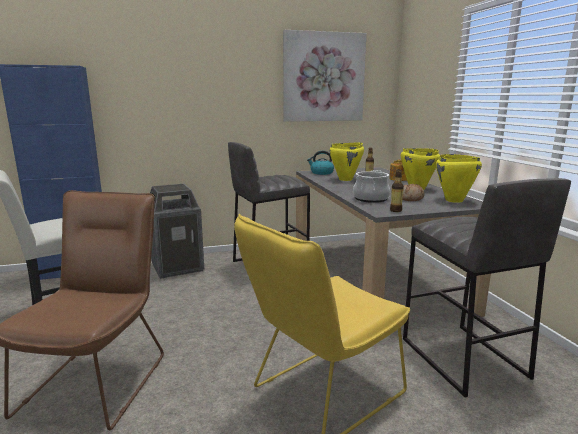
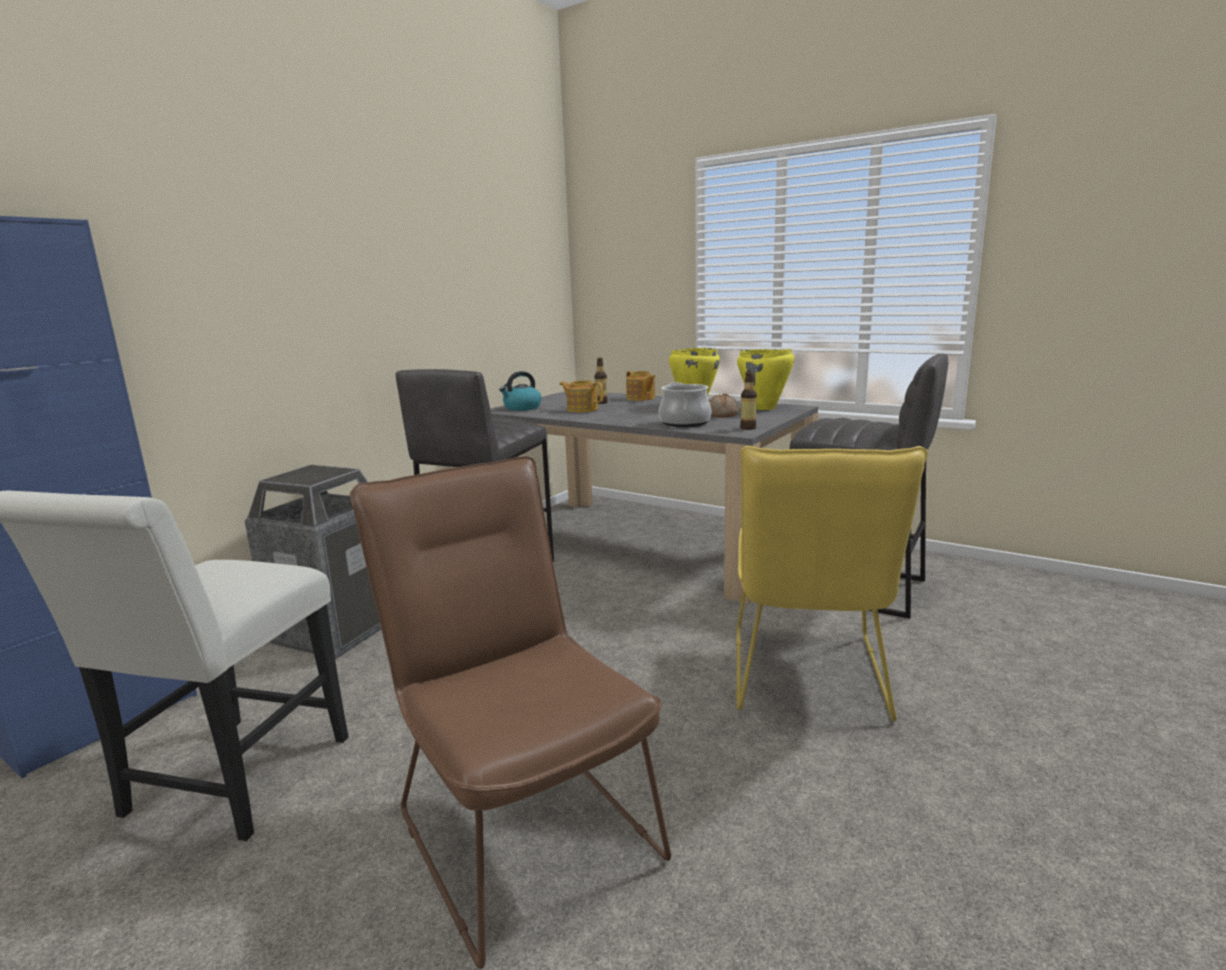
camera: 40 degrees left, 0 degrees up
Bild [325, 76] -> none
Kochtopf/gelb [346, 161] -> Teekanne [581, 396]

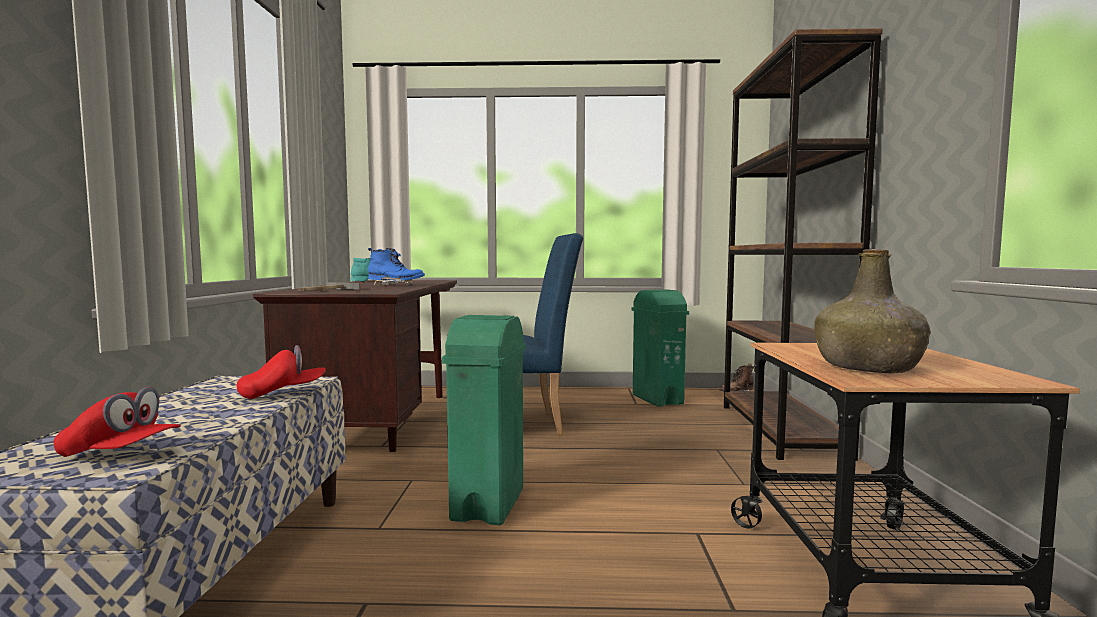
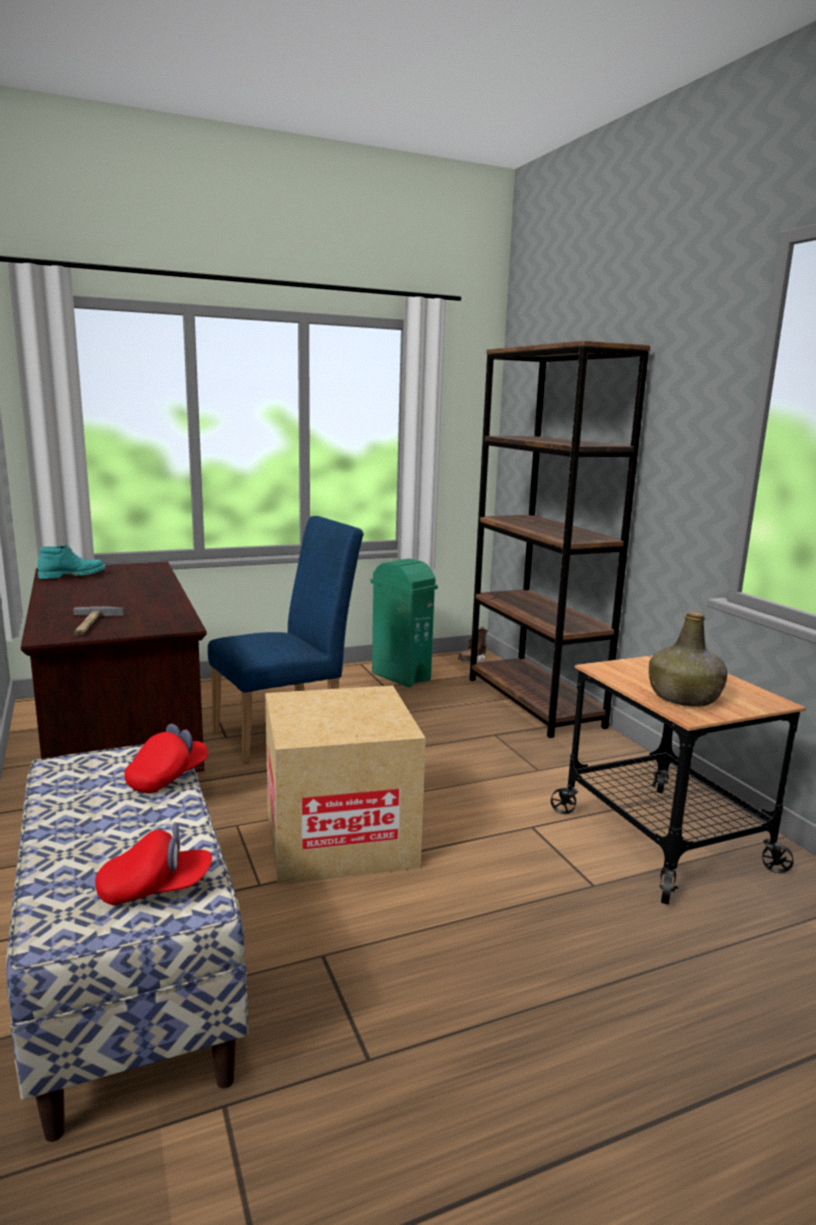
camera: 25 degrees left, 10 degrees up
Stiefel/blau [396, 267] -> none
Mülleimer/grün [484, 420] -> Karton [345, 785]

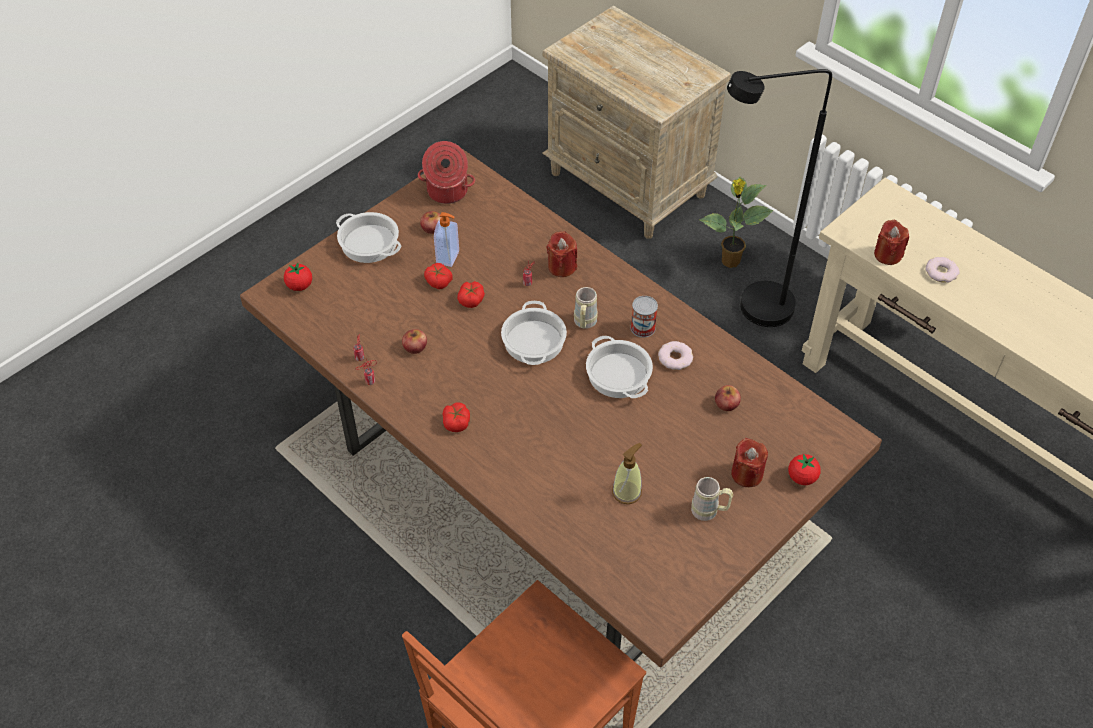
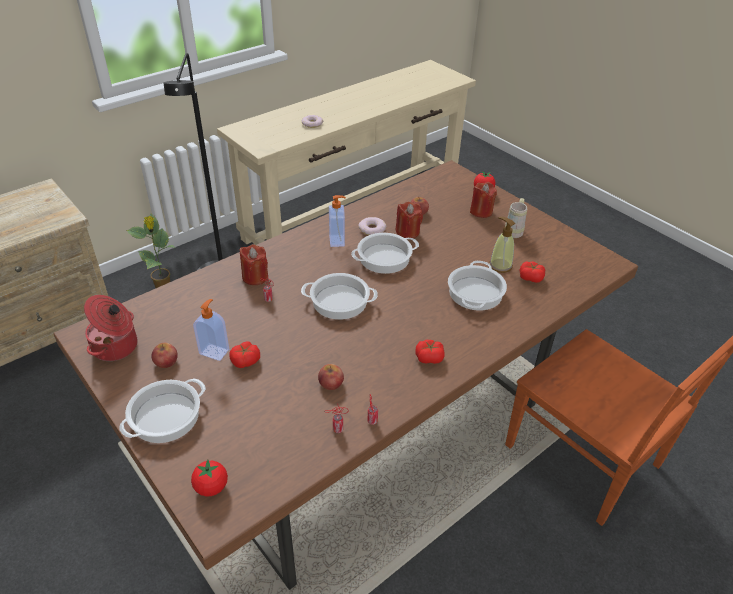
camera: 85 degrees left, 10 degrees down
Kerze/rot [891, 242] -> Kerze/rot [409, 220], move
Tomate [471, 294] -> Tomate [532, 272], move
Henkelbecher/beige [586, 308] -> none
Dose [644, 316] -> Seifenspender [337, 221]
none -> Kochtopf [477, 285]

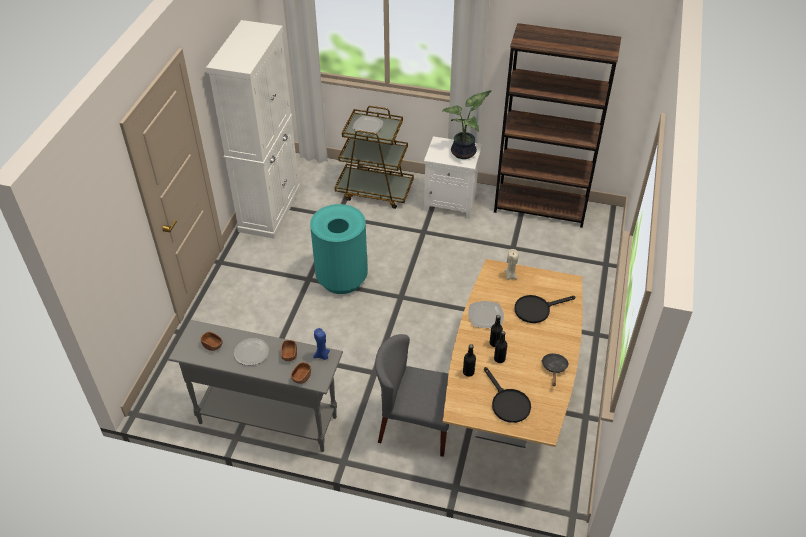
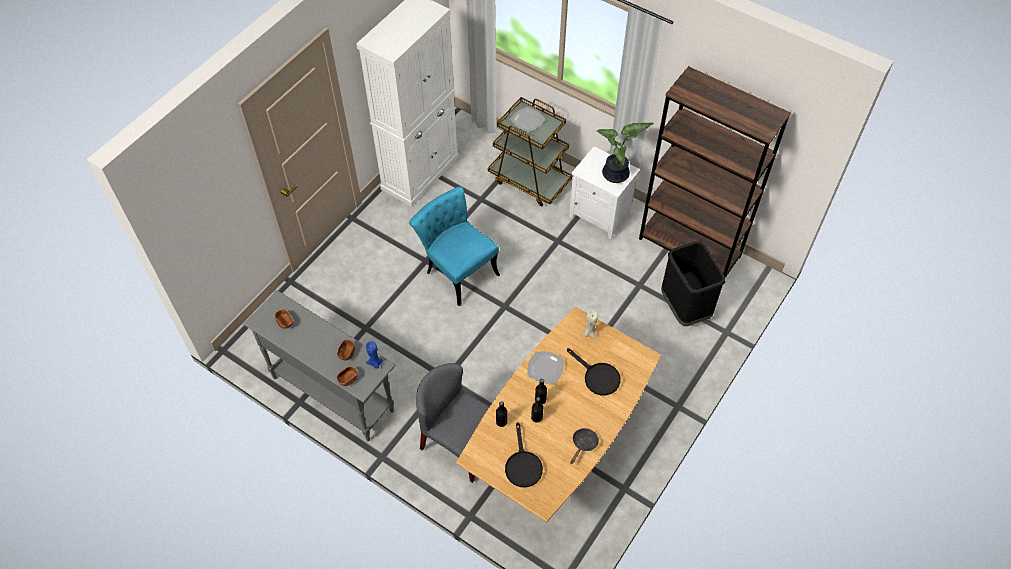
camera: 20 degrees right, 10 degrees up
Mülleimer/türkis [339, 249] -> Stuhl/türkis [454, 246]
Pfanne/schwarz [545, 309] -> Pfanne/schwarz [594, 371], 135 degrees counterclockwise
Teller [251, 351] -> none
none -> Mülleimer/schwarz [693, 283]

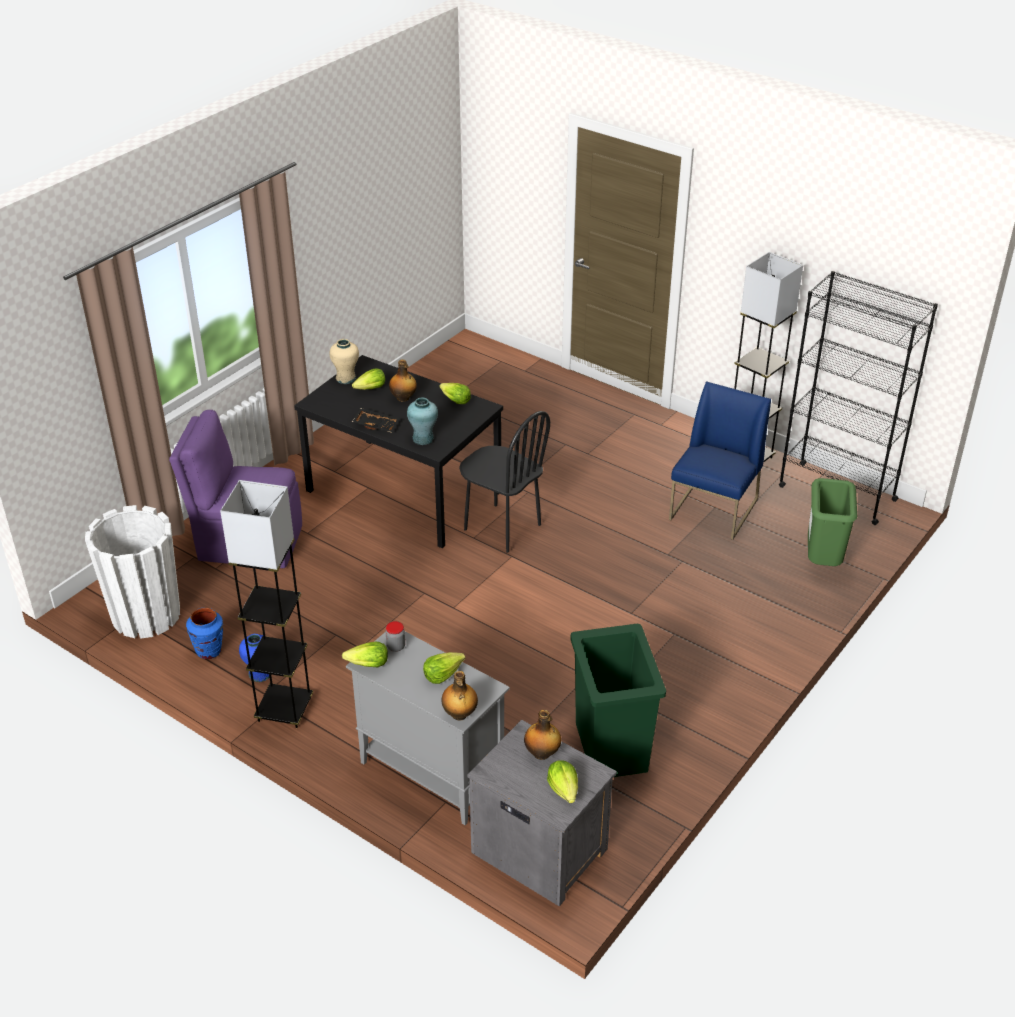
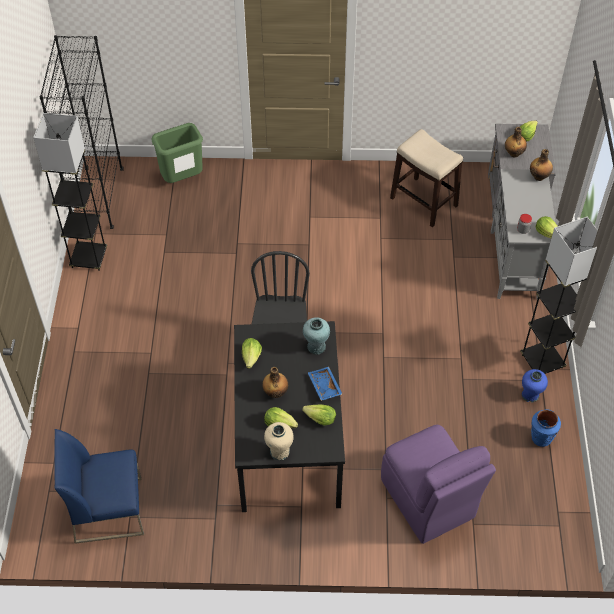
camera: 125 degrees left, 15 degrees up
Stuhl/blau [720, 460] -> Stuhl/blau [99, 486], move
Tablett/schwarz [376, 420] -> Tablett/blau [325, 384]
Pflanzkübel/weiß [132, 572] -> none
Mülleimer/grün [618, 700] -> Hocker [426, 178]
Salatkopf [444, 668] -> Salatkopf [319, 415], move

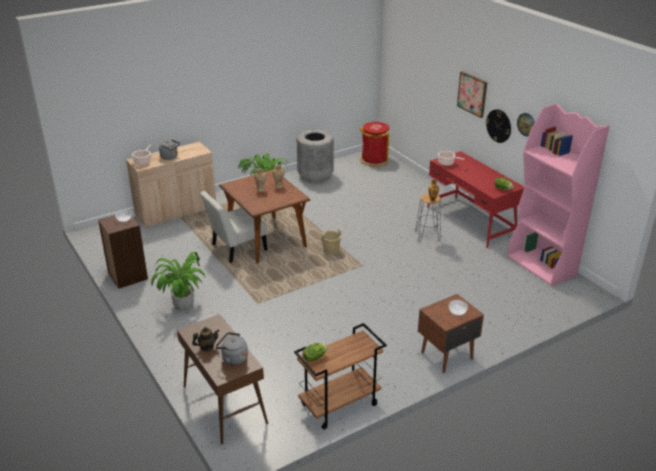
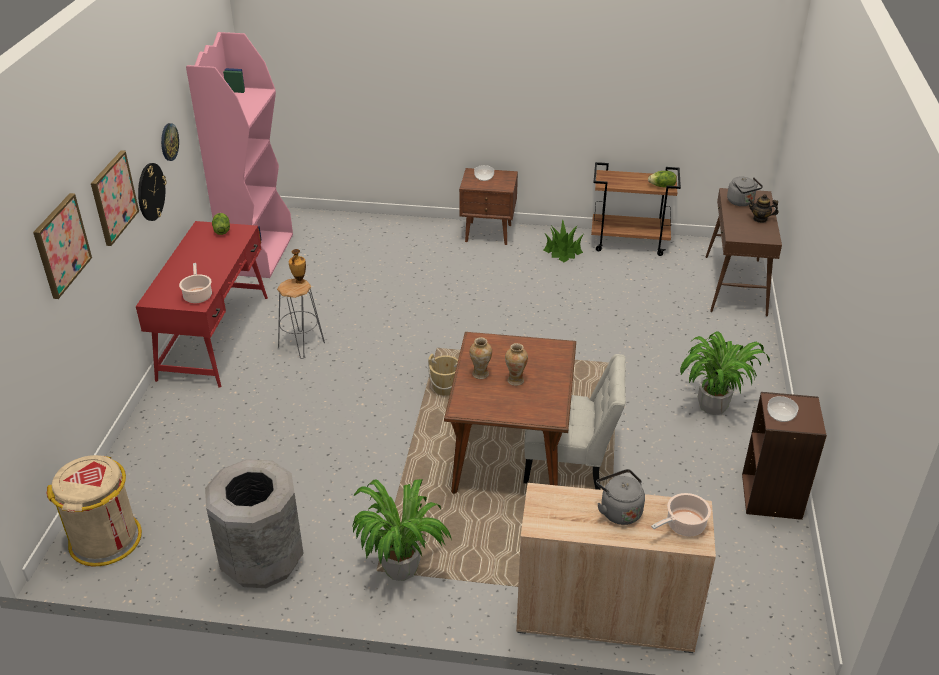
camera: 140 degrees left, 5 degrees up
Mülleimer/rot [375, 144] -> Mülleimer/beige [94, 510]
none -> Bild [62, 246]
none -> Topfpflanze [563, 240]

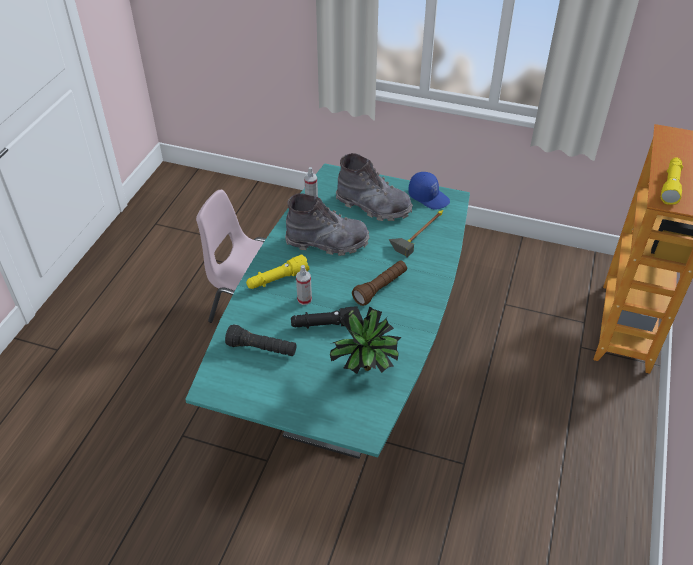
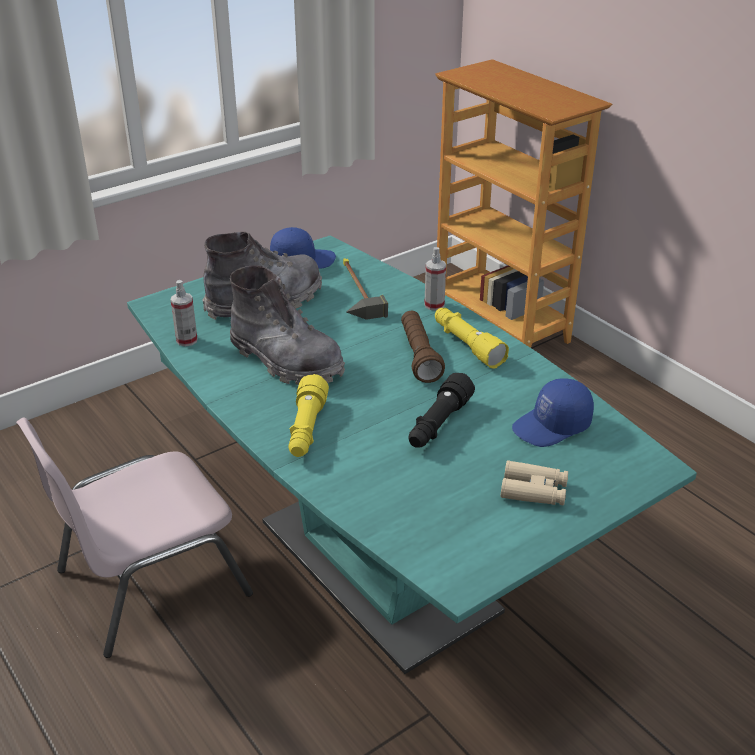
camera: 55 degrees left, 10 degrees down
Taschenlampe/gelb [672, 181] -> Taschenlampe/gelb [472, 338], move
Stiefel/grau [327, 224] -> Stiefel/grau [287, 325], 90 degrees clockwise
Sprühflasche [304, 285] -> Sprühflasche [435, 279], move
Topfpflanze [365, 340] -> Kappe/blau [553, 412]
Taschenlampe/schwarz [260, 340] -> none
none -> Fernglas/beige [534, 482]

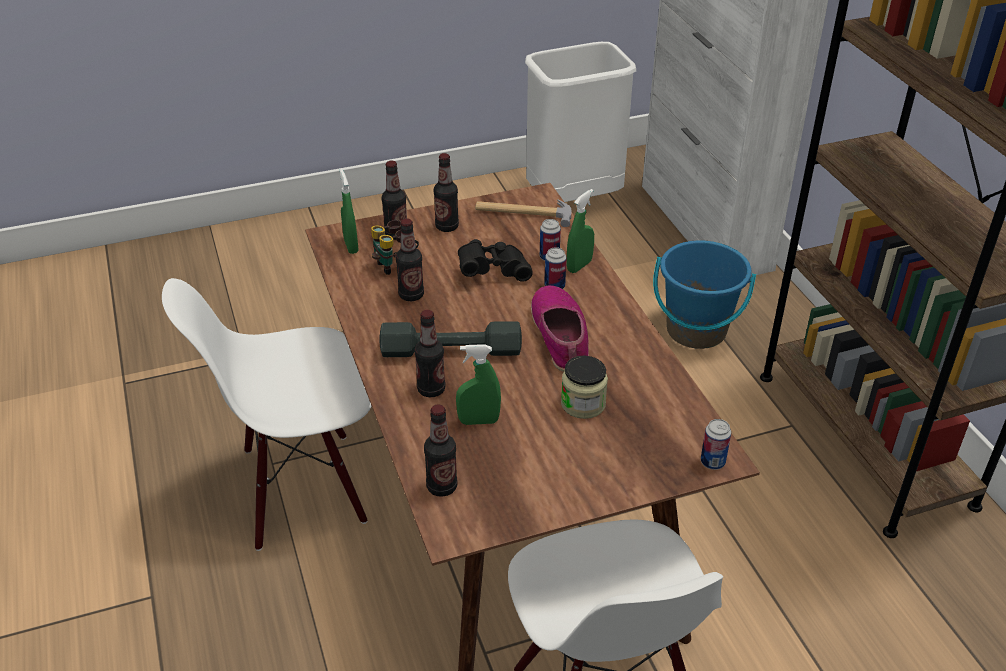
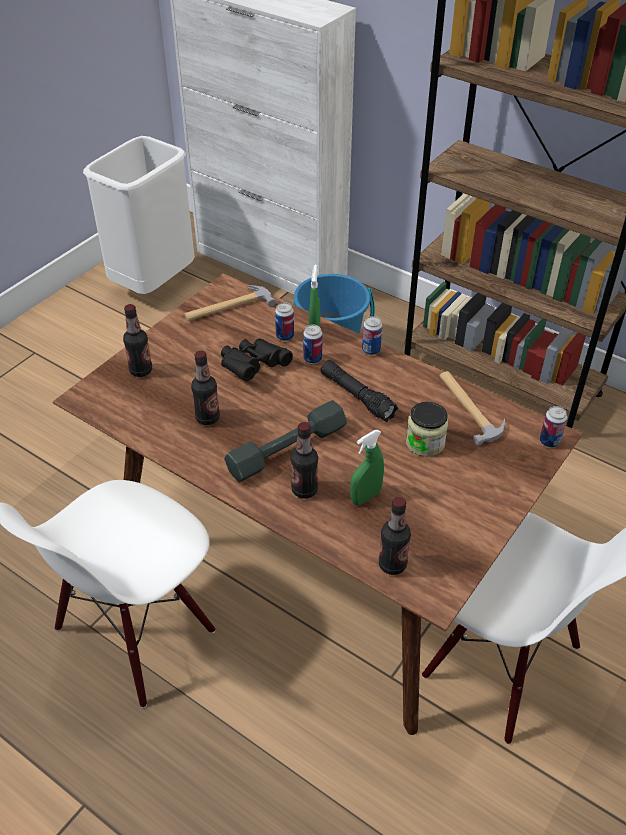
camera: 35 degrees left, 5 degrees up
Flasche [446, 192] -> none
Sprühflasche/grün [349, 211] -> none
Fernglas [395, 247] -> none
Schuh [560, 328] -> Taschenlampe/schwarz [359, 391]
none -> Dose [372, 335]
none -> Hammer [472, 408]

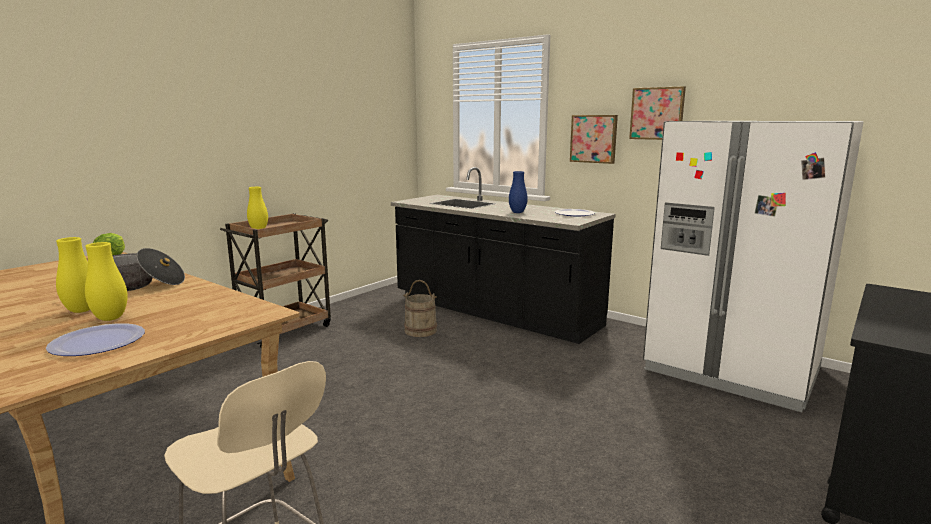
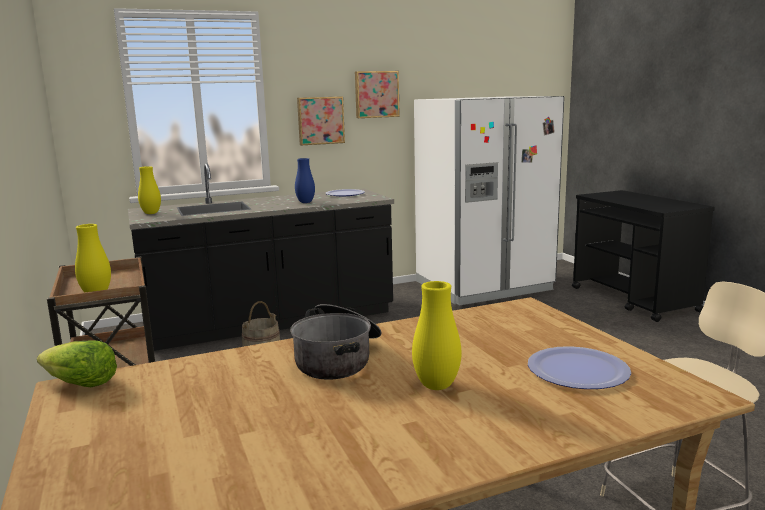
camera: 60 degrees left, 0 degrees up
Vase/gelb [106, 281] -> Vase/gelb [149, 190], move

